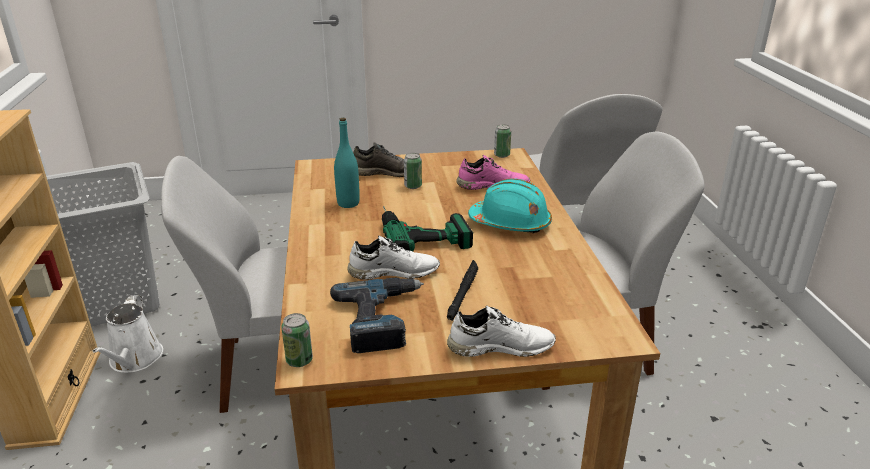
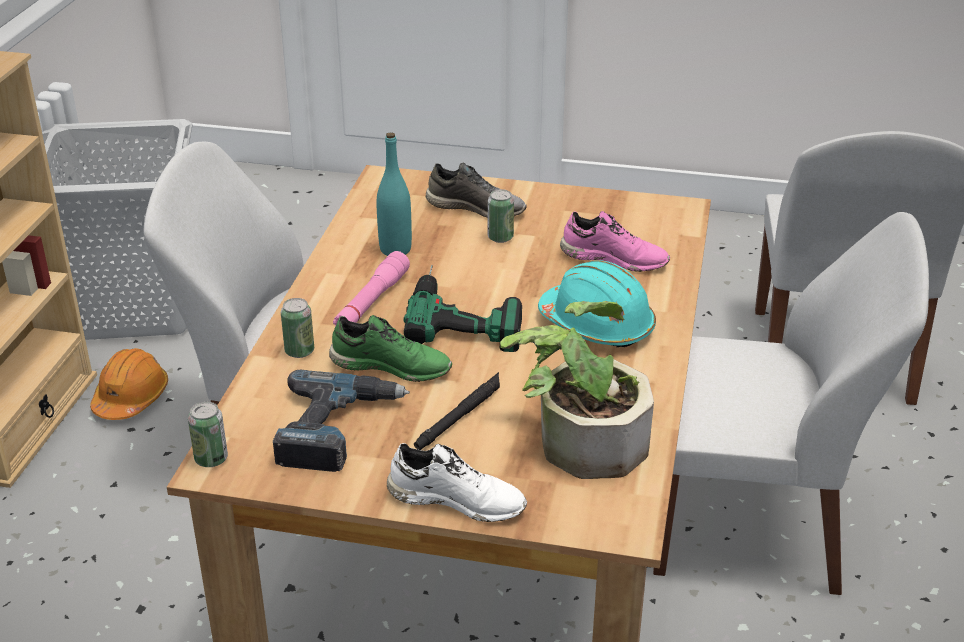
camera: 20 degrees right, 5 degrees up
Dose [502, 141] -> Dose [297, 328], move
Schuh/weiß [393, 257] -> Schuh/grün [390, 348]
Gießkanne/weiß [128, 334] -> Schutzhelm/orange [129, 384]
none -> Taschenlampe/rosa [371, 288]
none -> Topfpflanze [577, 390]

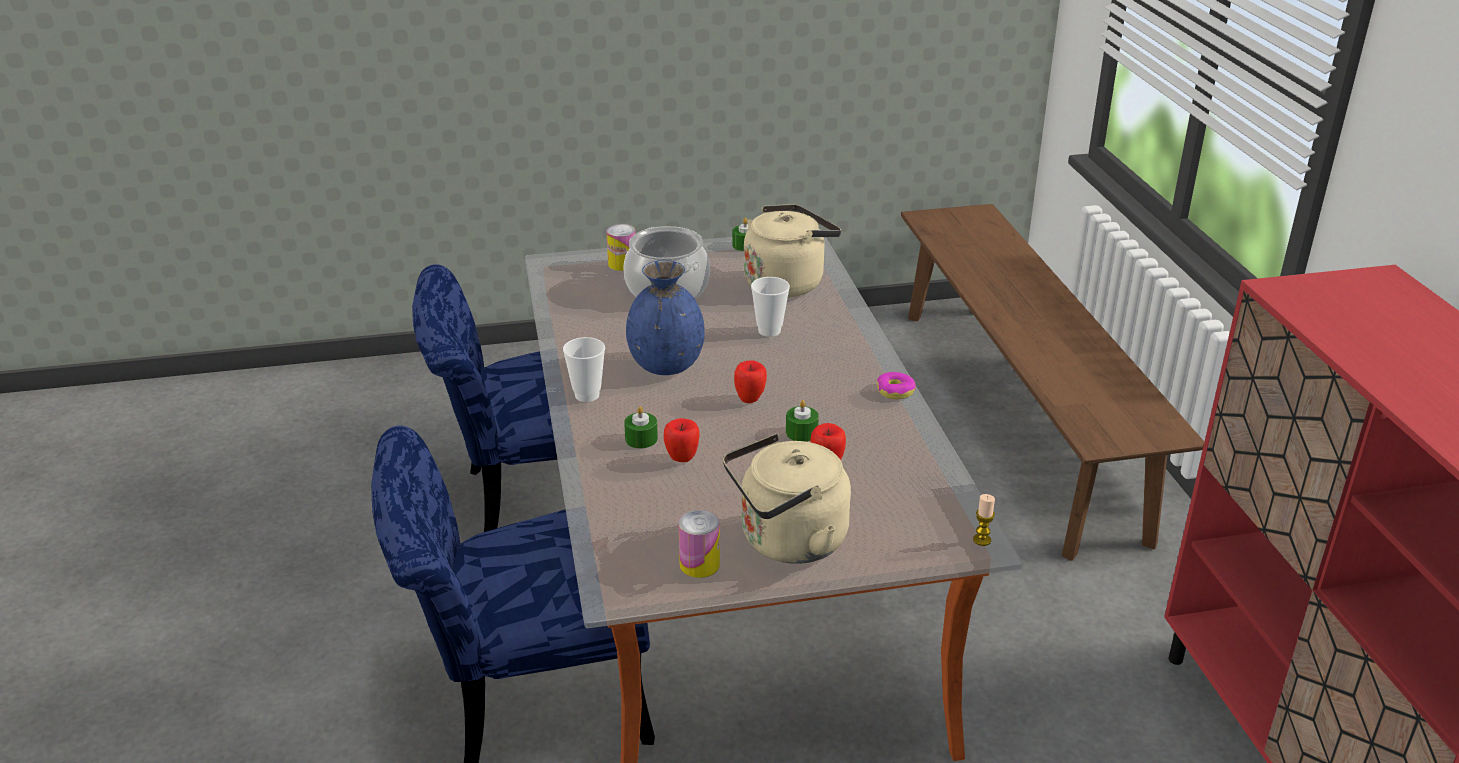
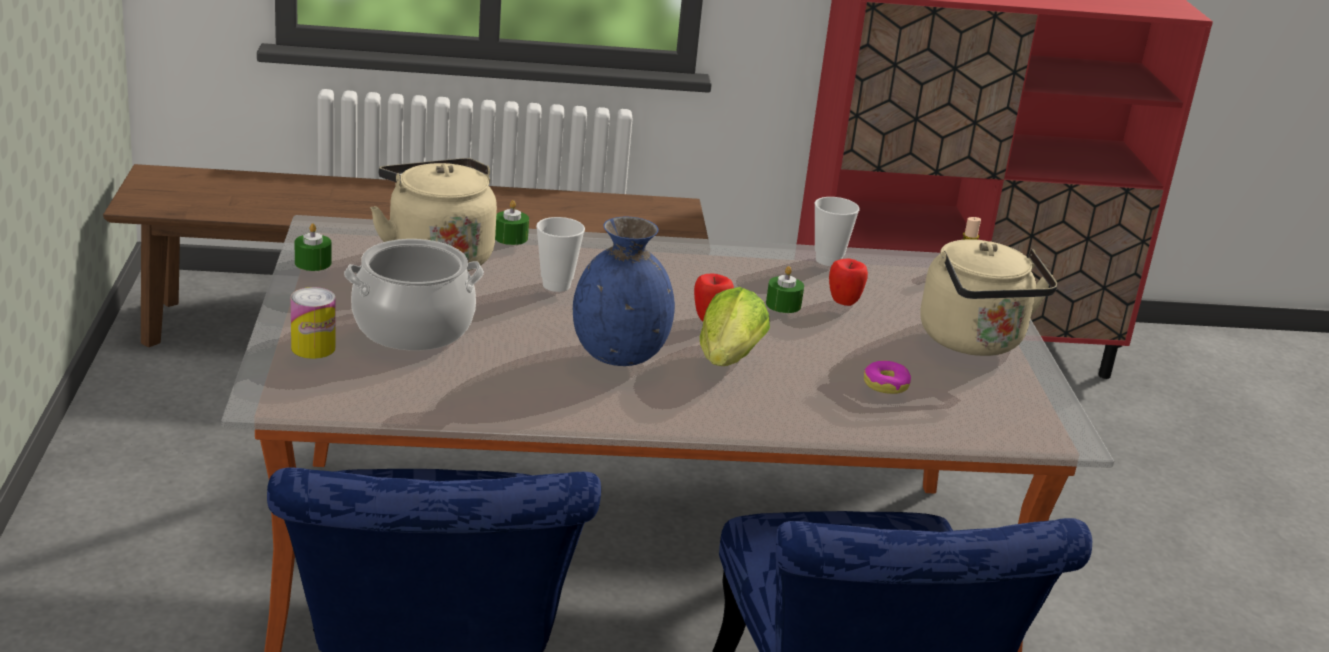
camera: 85 degrees left, 5 degrees down
Tasse [584, 369] -> Tasse [837, 231], move
Donut [896, 385] -> Donut [887, 377], move
Kerze/grün [641, 427] -> Kerze/grün [512, 222], move
Apfel [682, 440] -> none
Dose [699, 544] -> none
none -> Salatkopf [735, 326]

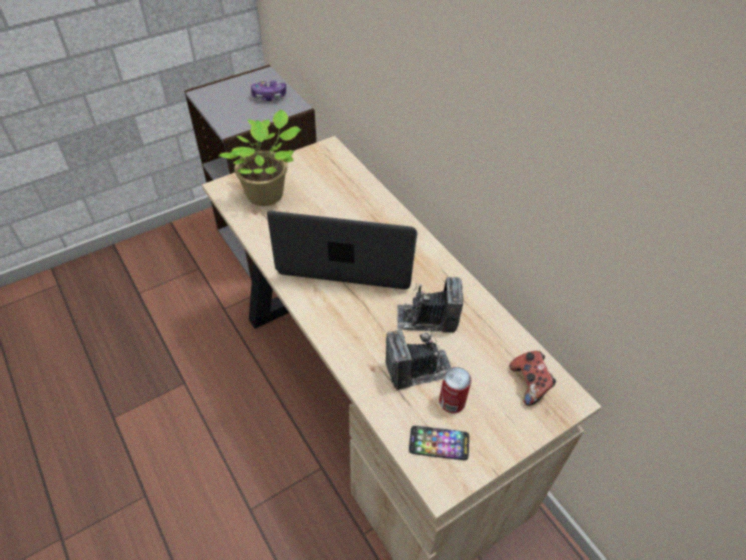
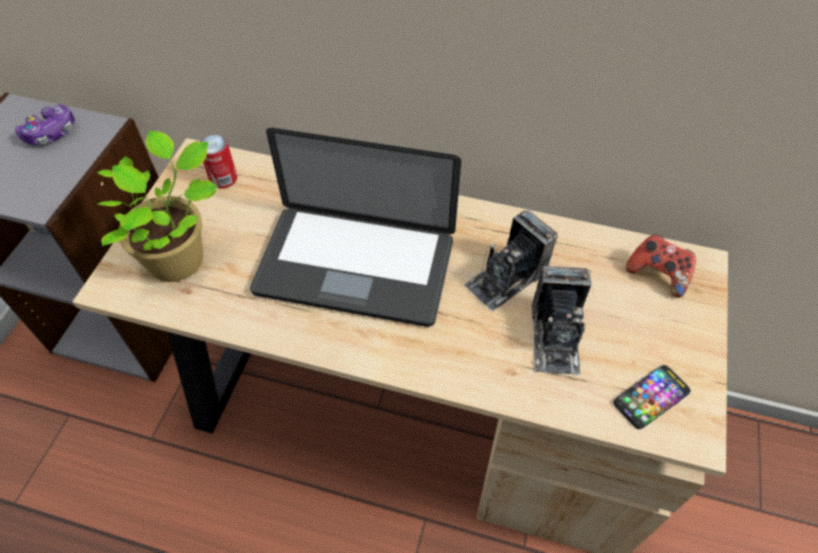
camera: 40 degrees left, 5 degrees up
Laptop [342, 250] -> Laptop [355, 227], 135 degrees counterclockwise
Kamera [419, 360] -> Kamera [561, 320], 150 degrees clockwise
Dose [455, 390] -> Dose [218, 162], move

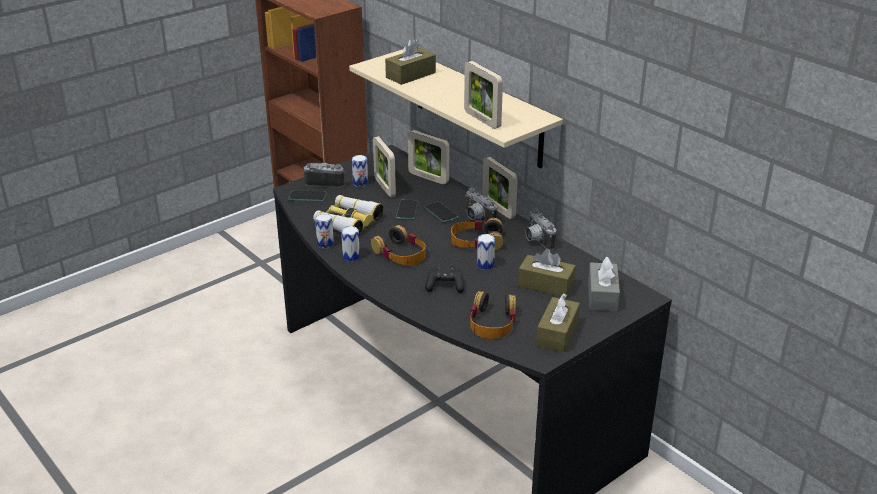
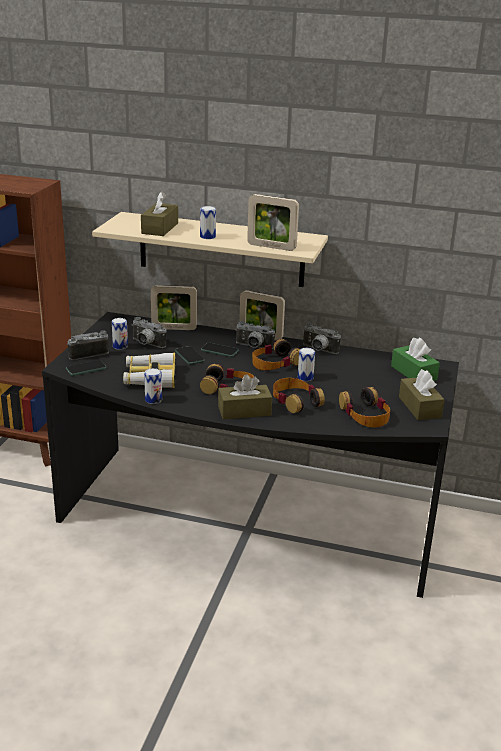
camera: 35 degrees left, 5 degrees down
Bilderrahmen [384, 166] -> Kamera [149, 332]
Dose [350, 244] -> Dose [208, 222], move
Taschentuchbox/braun [547, 272] -> Taschentuchbox/braun [245, 396], move
Taschentuchbox/grau [604, 284] -> Taschentuchbox/grün [415, 359]
Gamepad/schwarz [444, 280] -> Kopfhörer [299, 395]

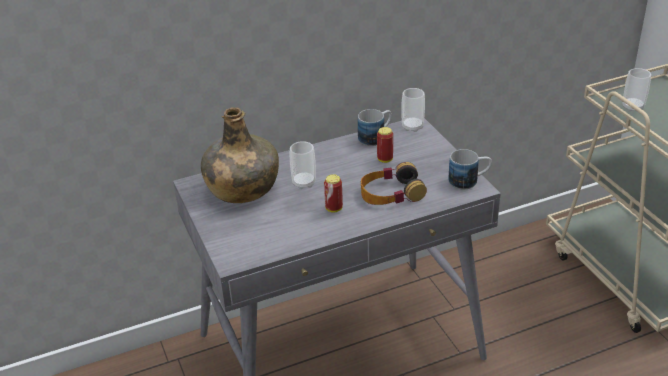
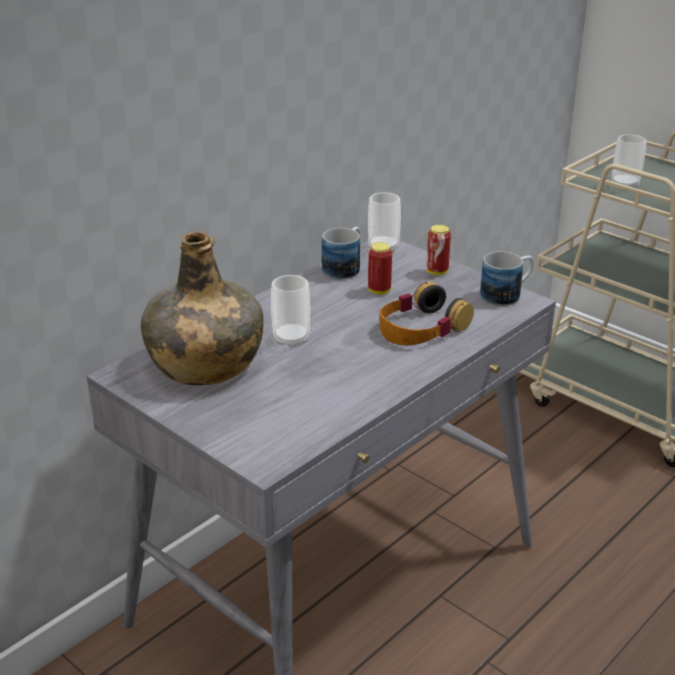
camera: 25 degrees left, 5 degrees down
Dose [333, 193] -> Dose [439, 250], move

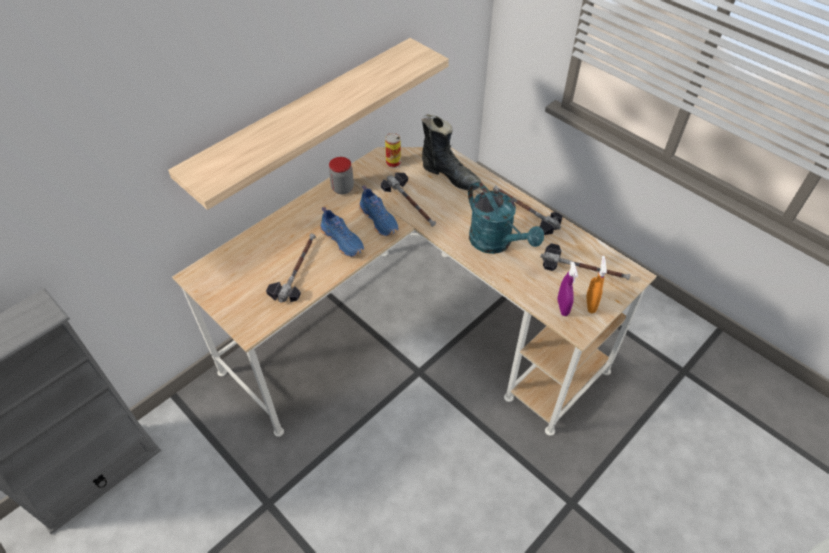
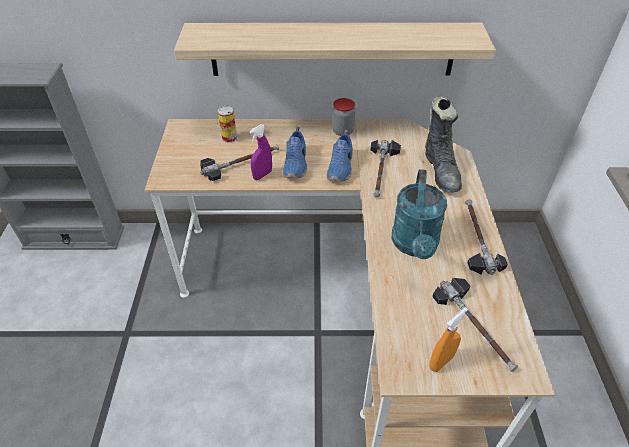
camera: 45 degrees right, 5 degrees down
Dose [393, 150] -> Dose [227, 124], move
Sprühflasche/lila [567, 289] -> Sprühflasche/lila [261, 152], move

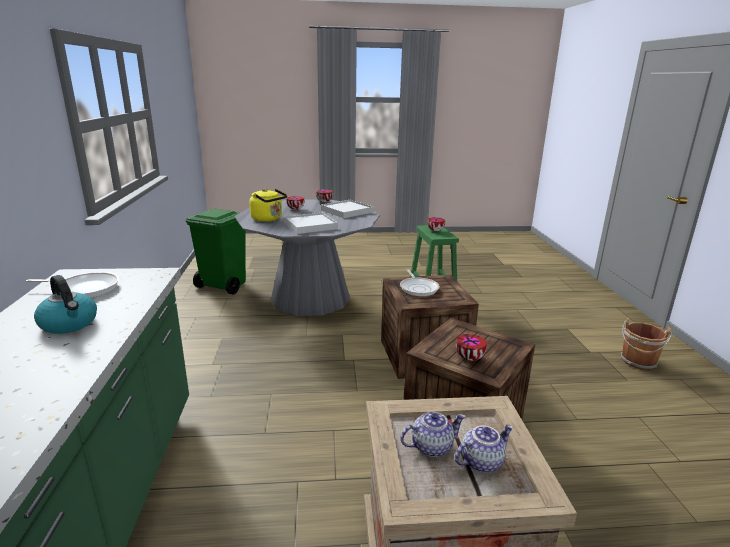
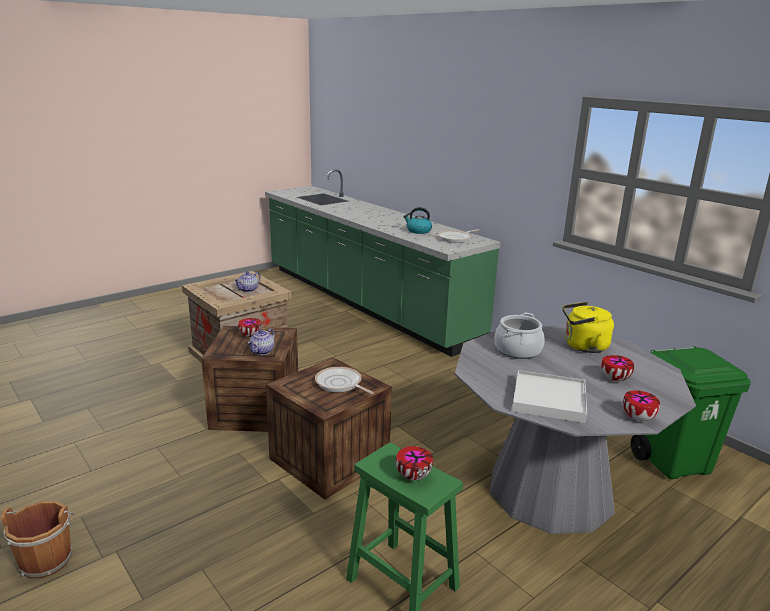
camera: 145 degrees right, 0 degrees up
Tablett/weiß [311, 223] -> Kochtopf [519, 336]
Teekanne [483, 449] -> Teekanne [261, 341], move

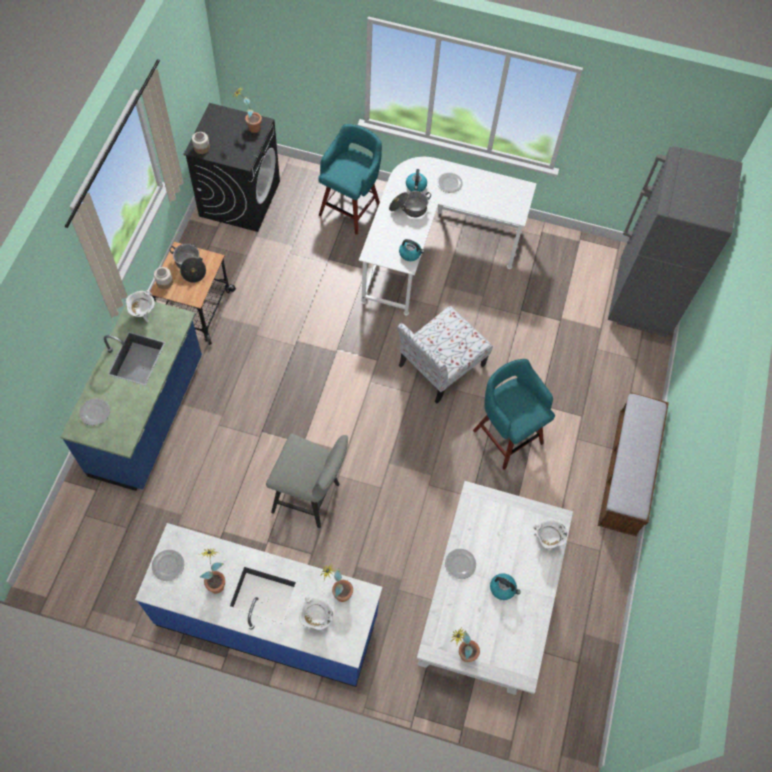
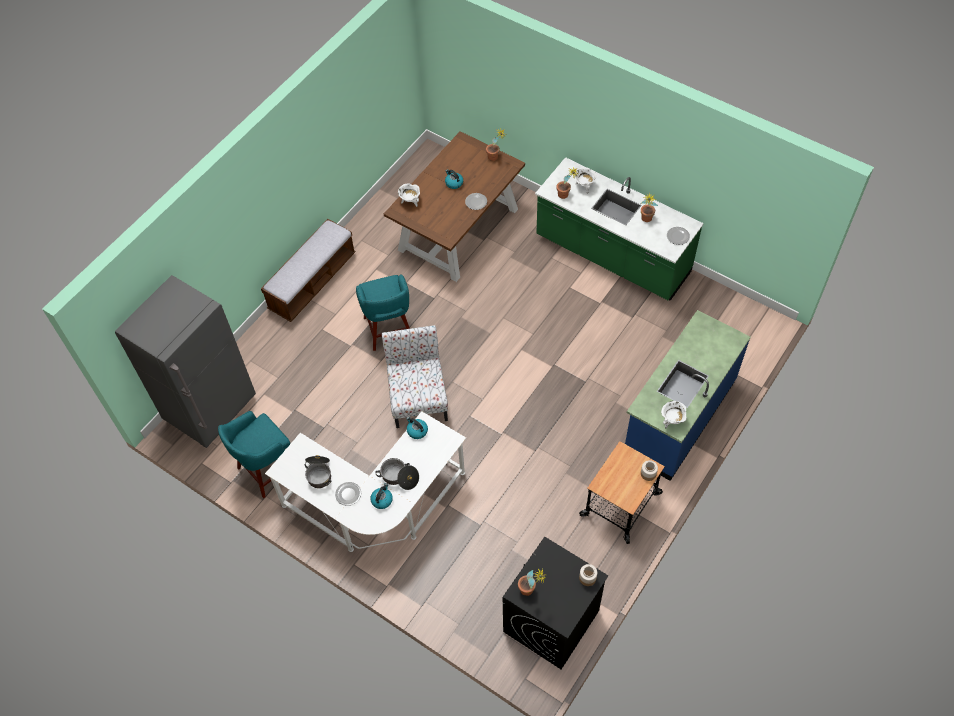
camera: 155 degrees left, 5 degrees down
Hocker/türkis [350, 179] -> Hocker/türkis [254, 454], move
Kochtopf [187, 263] -> Kochtopf [318, 471], move
Stuhl [445, 354] -> Stuhl [415, 376], 75 degrees counterclockwise
Teller [94, 412] -> none
Hocker/grau [307, 481] -> none
Esstisch/weiß [495, 588] -> Esstisch/braun [454, 206]
Küchenzeile/blau [258, 605] -> Küchenzeile/grün [619, 229]

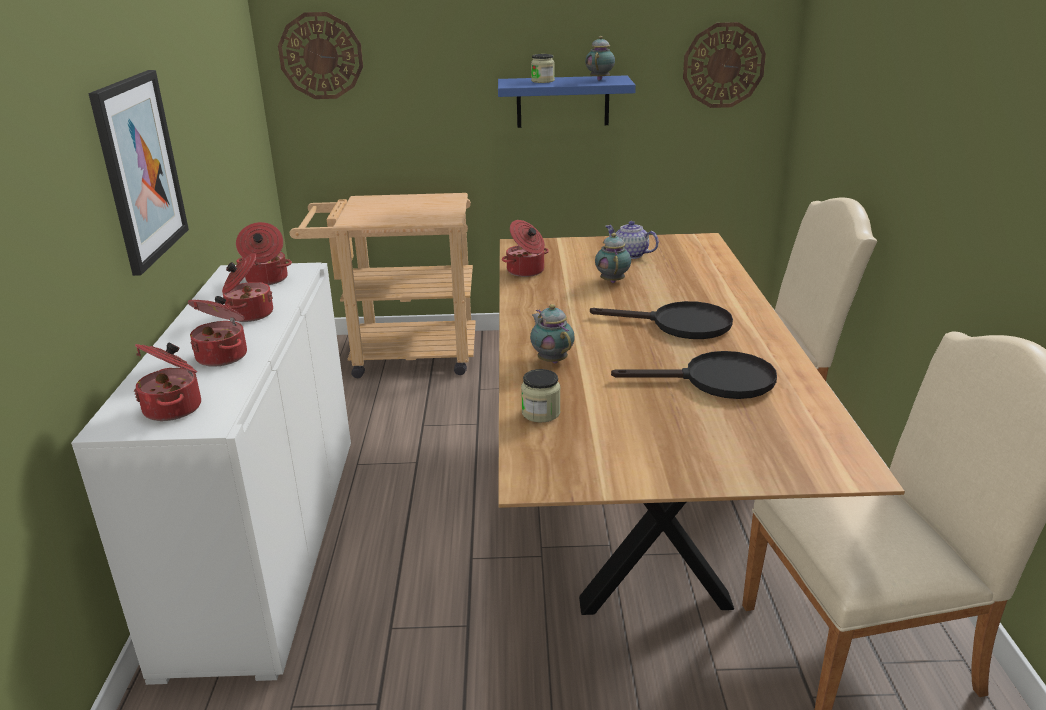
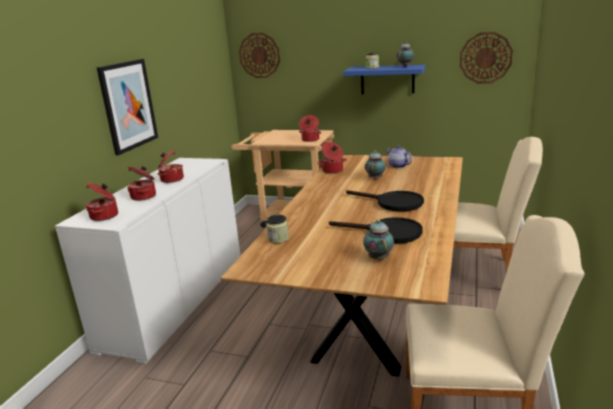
camera: 20 degrees right, 5 degrees down
Kochtopf [264, 253] -> Kochtopf [310, 128], move
Teekanne [552, 334] -> Teekanne [378, 239], move

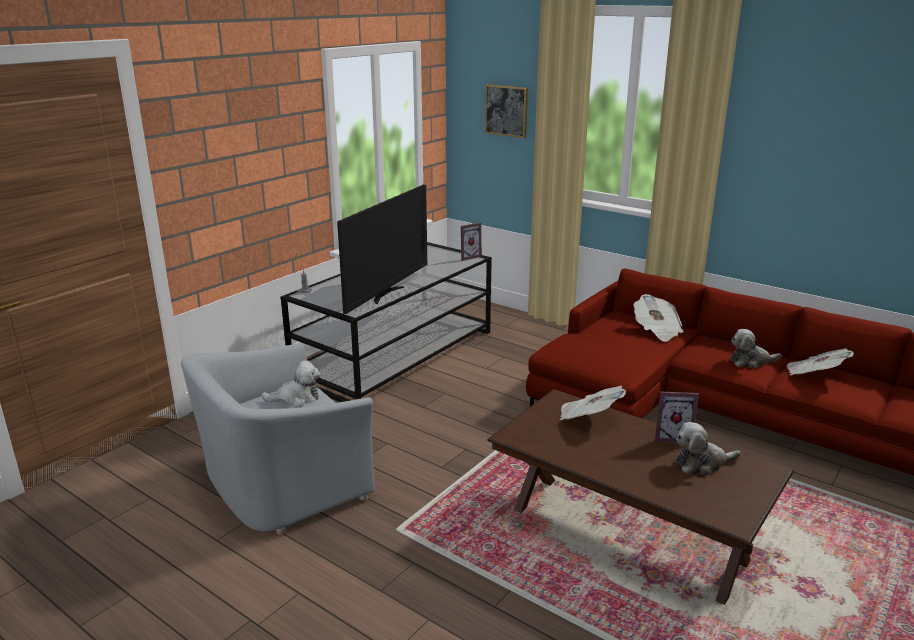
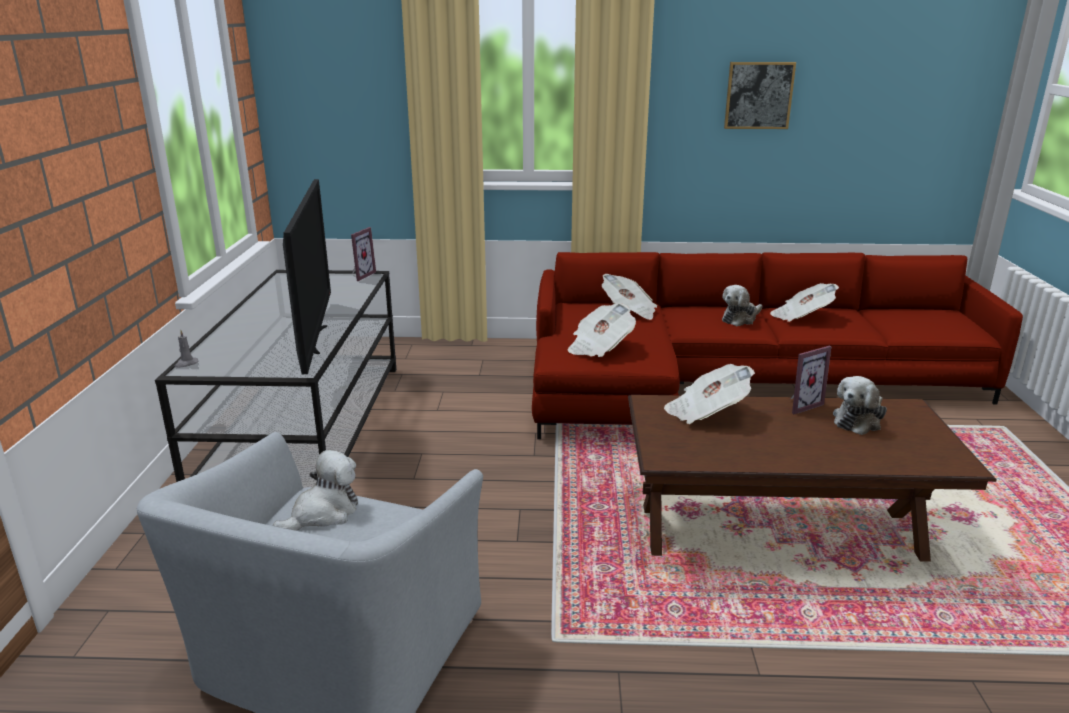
camera: 35 degrees left, 0 degrees up
Bild [506, 111] -> Bild [760, 95], move
none -> Zeitung [602, 330]

